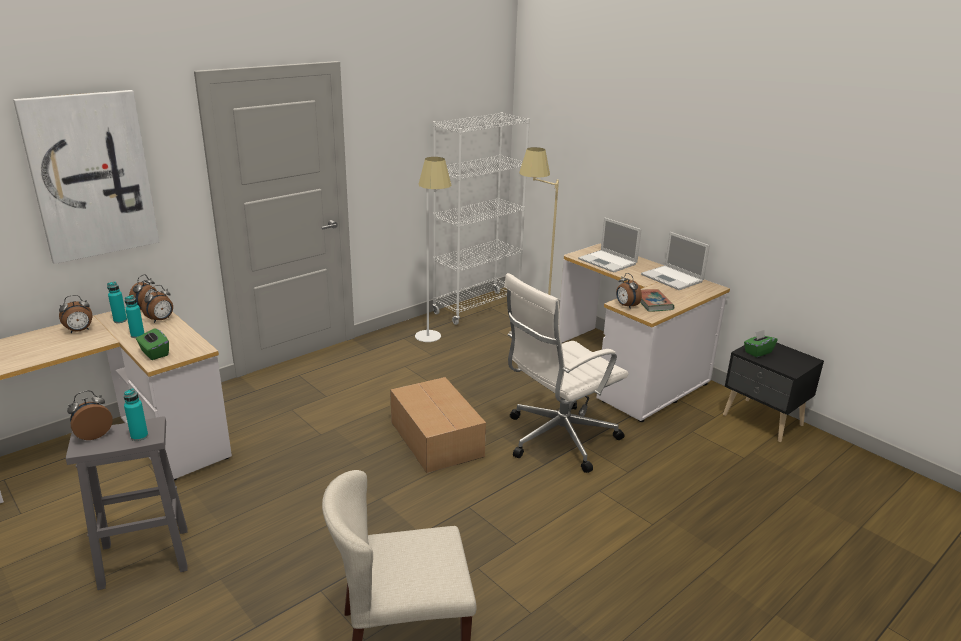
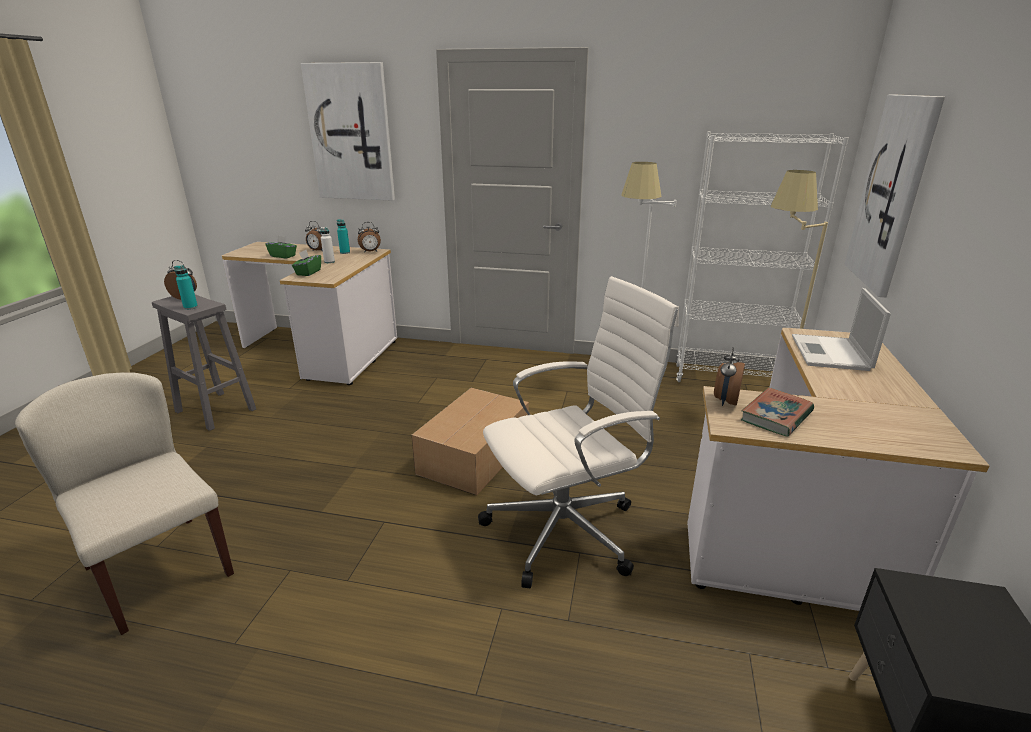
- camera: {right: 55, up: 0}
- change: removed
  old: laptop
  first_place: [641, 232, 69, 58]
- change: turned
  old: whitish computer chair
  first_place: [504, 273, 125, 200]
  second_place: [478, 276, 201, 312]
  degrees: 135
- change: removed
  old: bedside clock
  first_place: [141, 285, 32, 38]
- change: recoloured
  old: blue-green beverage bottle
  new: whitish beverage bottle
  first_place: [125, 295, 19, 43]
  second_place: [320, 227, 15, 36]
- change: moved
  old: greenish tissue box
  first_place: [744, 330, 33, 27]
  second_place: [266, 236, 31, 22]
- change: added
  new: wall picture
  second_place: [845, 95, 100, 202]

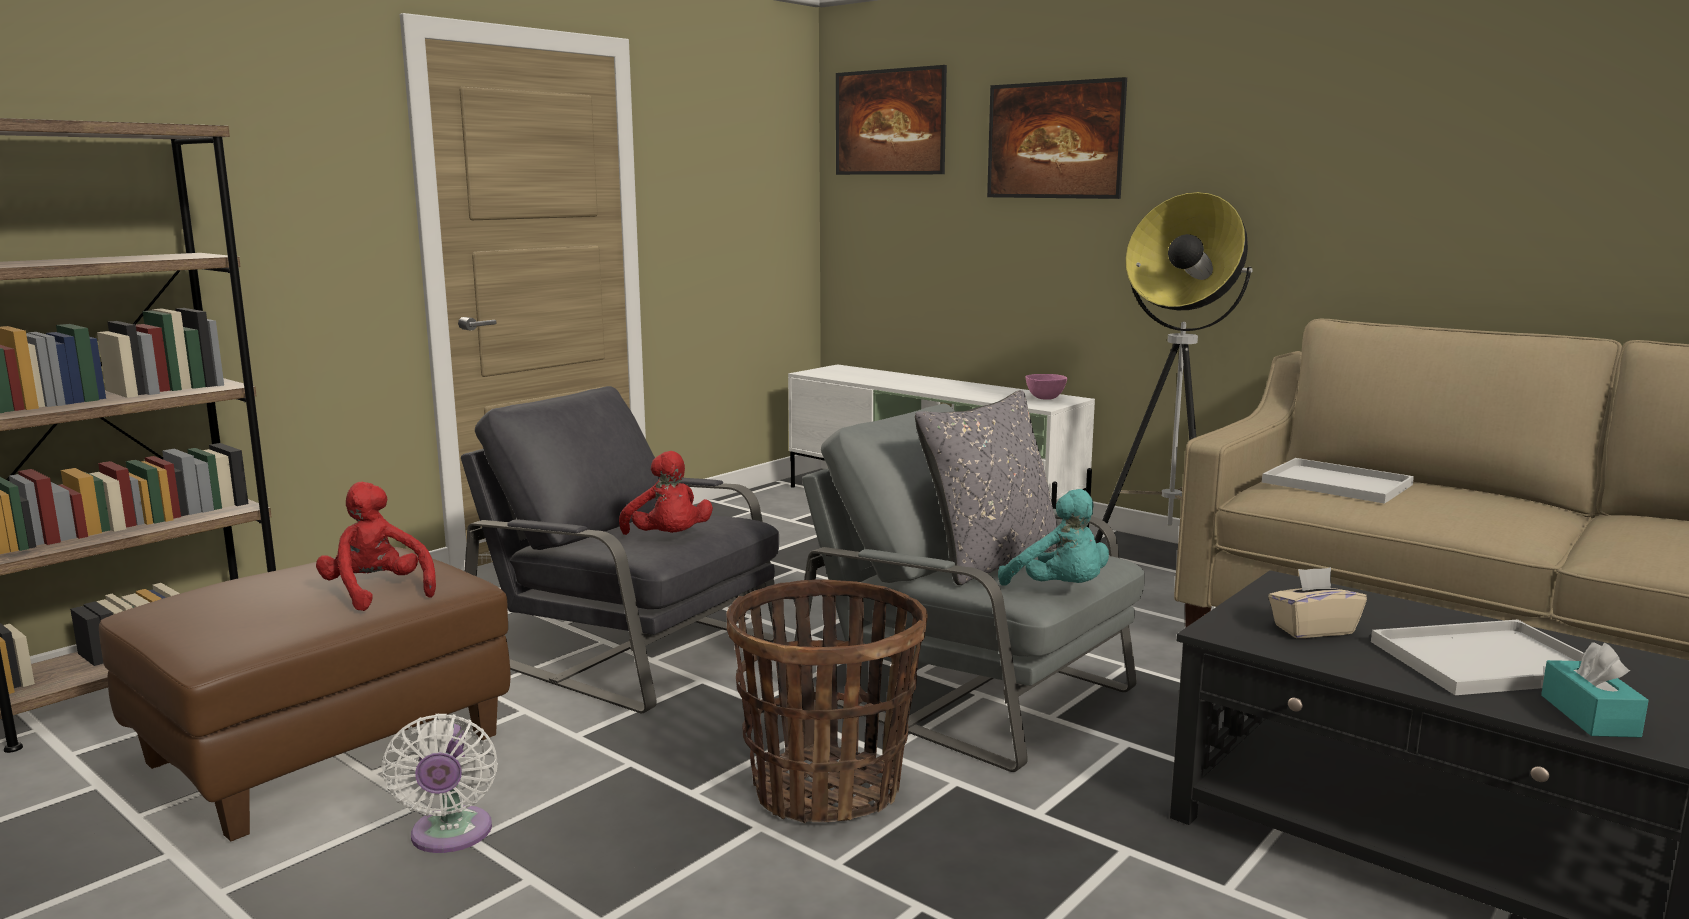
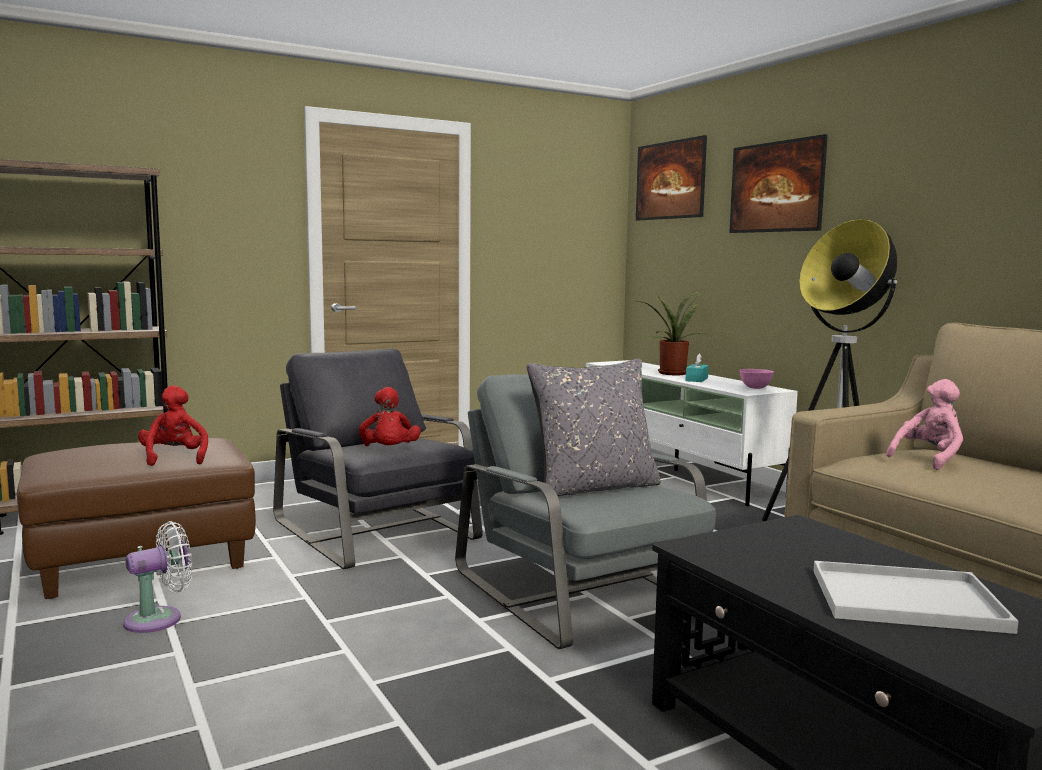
- camera: {right: 20, up: -5}
- change: replaced
  old: whitish serving tray
  new: pink-coloured plush toy
  first_place: [1262, 458, 152, 46]
  second_place: [886, 379, 77, 91]
- change: removed
  old: blue-green plush toy
  first_place: [998, 489, 111, 97]
- change: removed
  old: sand-coloured tissue box
  first_place: [1268, 567, 99, 71]
- change: removed
  old: household basket
  first_place: [726, 580, 202, 243]
- change: moved
  old: blue-green tissue box
  first_place: [1541, 642, 108, 95]
  second_place: [685, 353, 24, 29]
- change: turned
  old: whitish cooling fan
  first_place: [381, 714, 117, 139]
  second_place: [123, 521, 69, 112]
  degrees: -135
- change: added
  new: potted plant
  second_place: [637, 290, 71, 85]

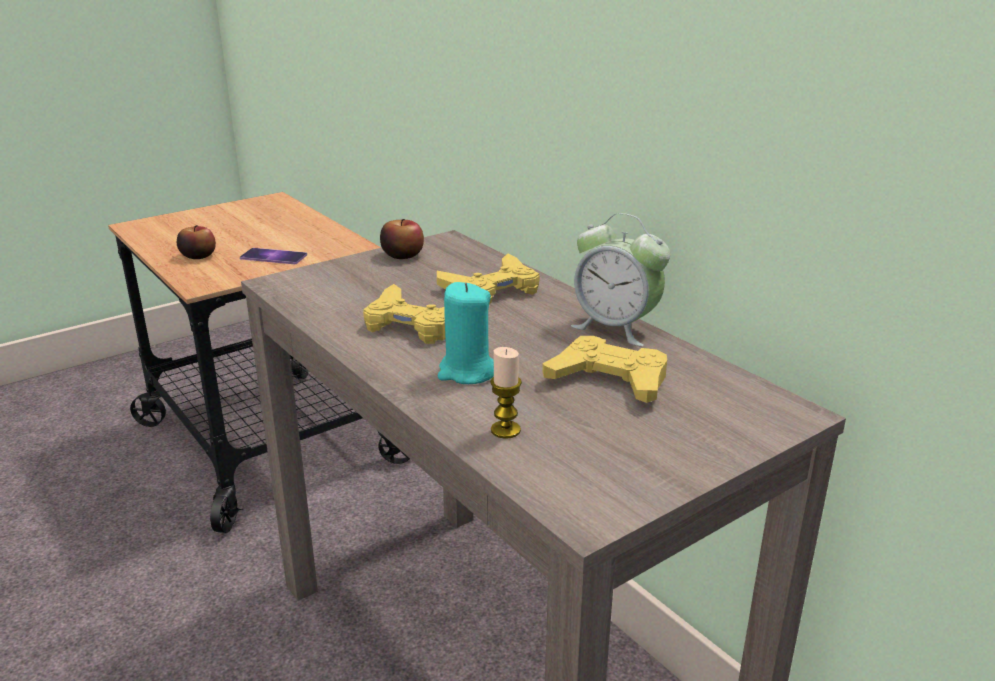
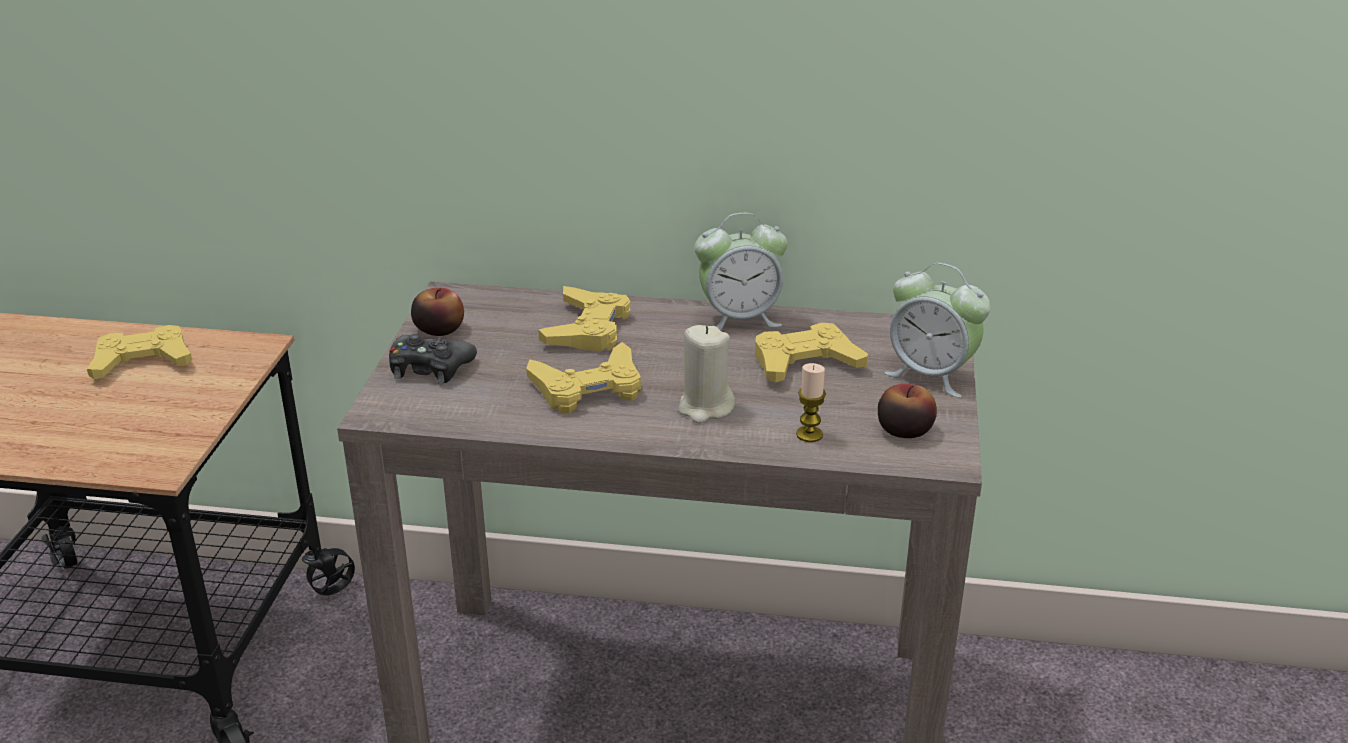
- camera: {right: -45, up: 5}
- change: moved
  old: apple fruit
  first_place: [177, 225, 39, 34]
  second_place: [878, 384, 59, 54]
- change: removed
  old: telephone
  first_place: [240, 248, 67, 16]
- change: recoloured
  old: blue-green wax light
  new: sand-coloured wax light
  first_place: [438, 282, 56, 102]
  second_place: [678, 325, 57, 98]
- change: added
  new: bedside clock
  second_place: [884, 263, 107, 135]
- change: added
  new: yellow-coloured game controller
  second_place: [87, 325, 105, 54]
- change: added
  new: black-coloured game controller
  second_place: [389, 334, 88, 50]

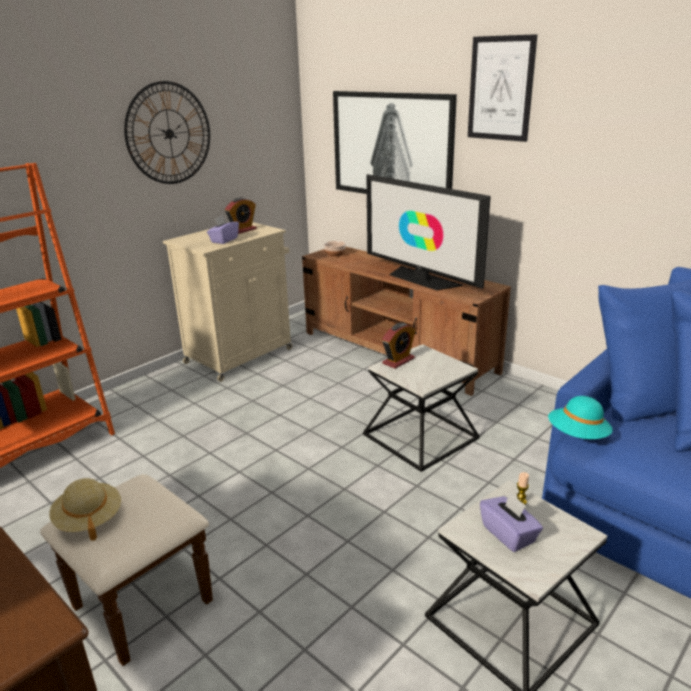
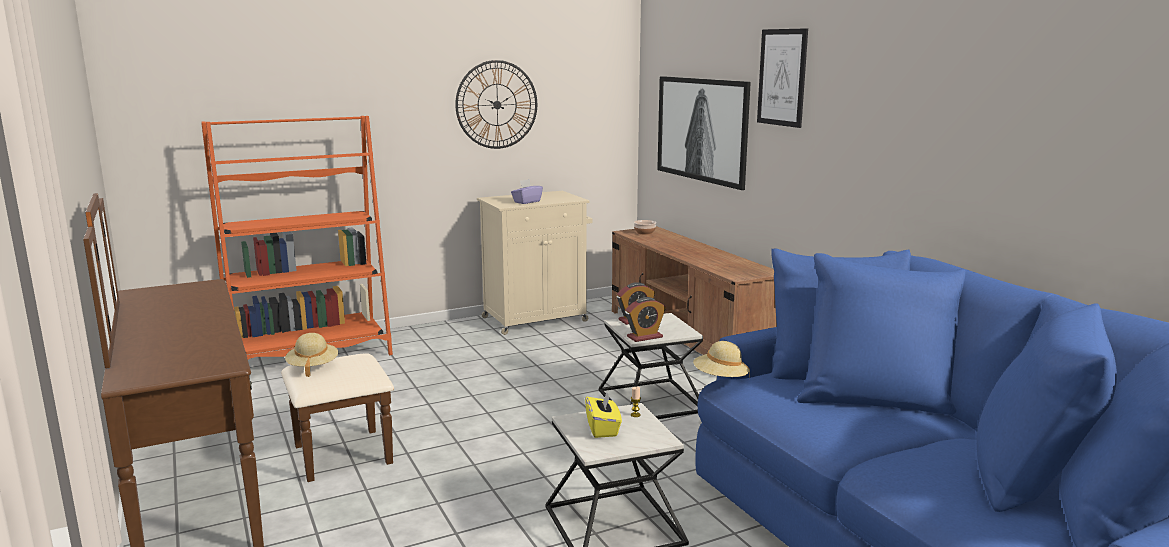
- camera: {right: 20, up: -10}
- change: removed
  old: TV set
  first_place: [367, 174, 124, 116]
- change: moved
  old: bedside clock
  first_place: [225, 197, 32, 37]
  second_place: [625, 297, 41, 45]
- change: recoloured
  old: blue-green hat
  new: sand-coloured hat
  first_place: [548, 396, 65, 43]
  second_place: [693, 341, 57, 36]
- change: recoloured
  old: purple-coloured tissue box
  new: yellow-coloured tissue box
  first_place: [480, 492, 63, 60]
  second_place: [585, 392, 37, 46]

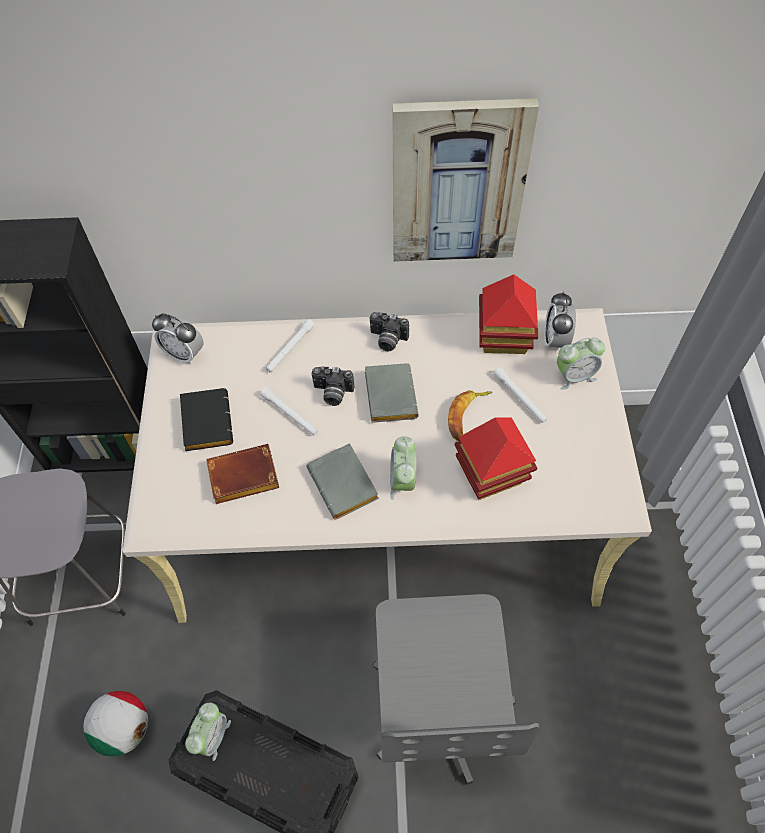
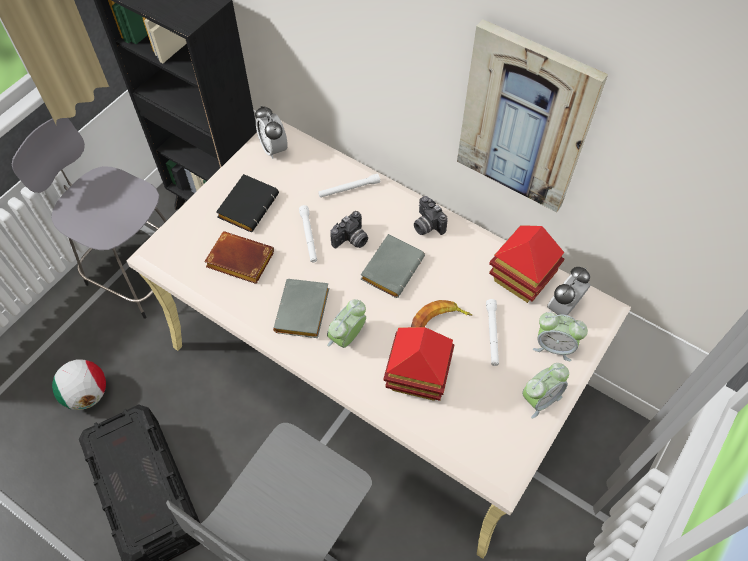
- camera: {right: 35, up: 0}
- change: turned
  old: photo camera
  first_place: [311, 366, 44, 40]
  second_place: [330, 211, 38, 37]
  degrees: -90
- change: moved
  old: bedside clock
  first_place: [185, 703, 46, 58]
  second_place: [522, 363, 47, 56]

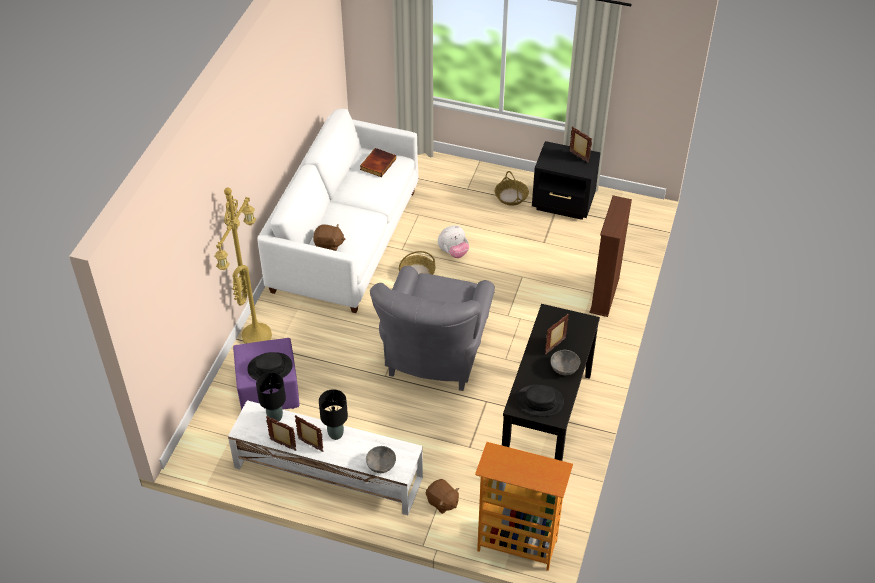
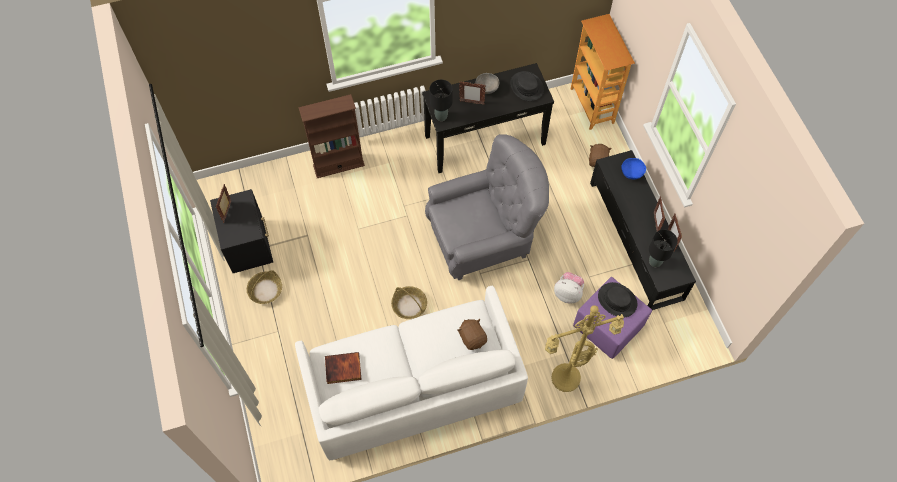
- camera: {right: -125, up: 15}
- change: moved
  old: plush toy
  first_place: [438, 225, 31, 33]
  second_place: [554, 272, 30, 31]
- change: moved
  old: black-coloured table lamp
  first_place: [319, 389, 29, 51]
  second_place: [430, 79, 23, 42]
- change: recoloured
  old: whitish media console
  new: black-coloured media console
  first_place: [228, 400, 195, 115]
  second_place: [590, 150, 106, 160]
- change: recoloured
  old: grey deep dish
  new: blue-coloured deep dish
  first_place: [366, 446, 30, 27]
  second_place: [621, 158, 25, 21]

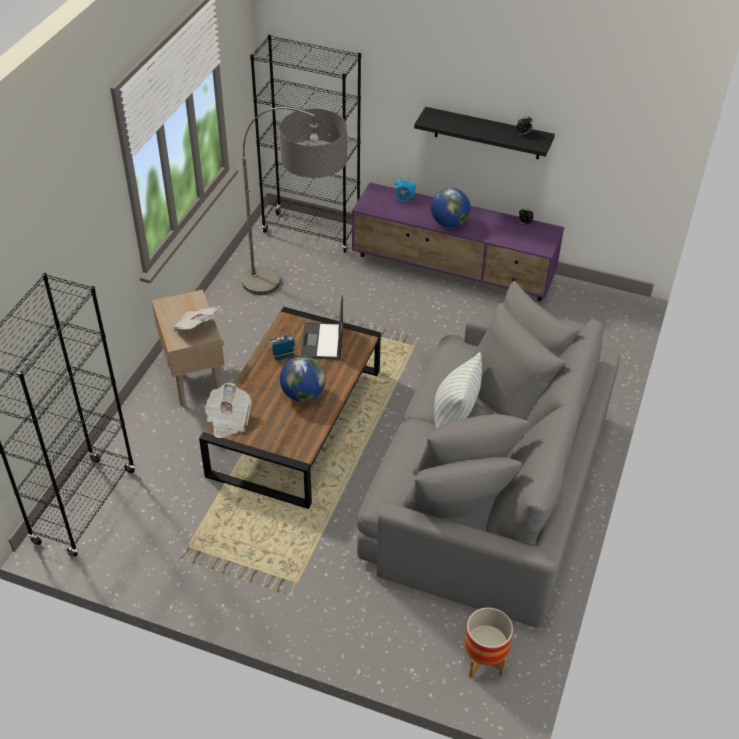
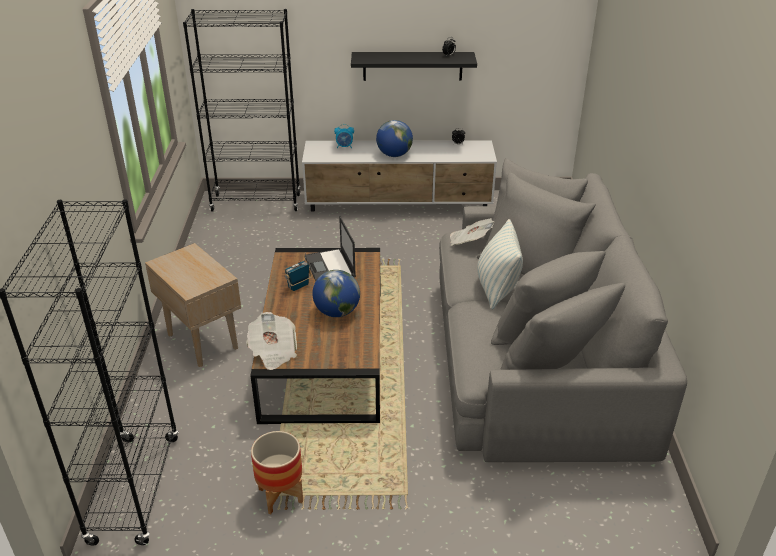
- camera: {right: -20, up: -10}
- change: removed
  old: floor lamp
  first_place: [242, 107, 105, 188]
- change: recoloured
  old: purple-coloured media console
  new: whitish media console
  first_place: [352, 182, 212, 119]
  second_place: [302, 140, 195, 72]
- change: moved
  old: daily paper
  first_place: [172, 307, 45, 23]
  second_place: [450, 218, 44, 28]
- change: moved
  old: flower pot
  first_place: [464, 607, 49, 71]
  second_place: [251, 431, 52, 83]

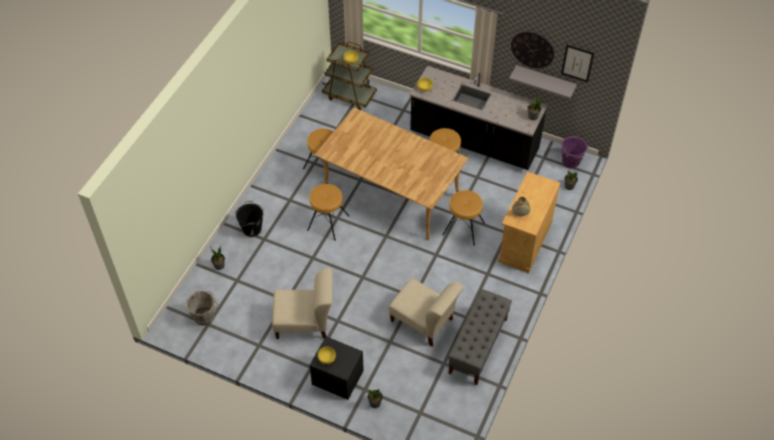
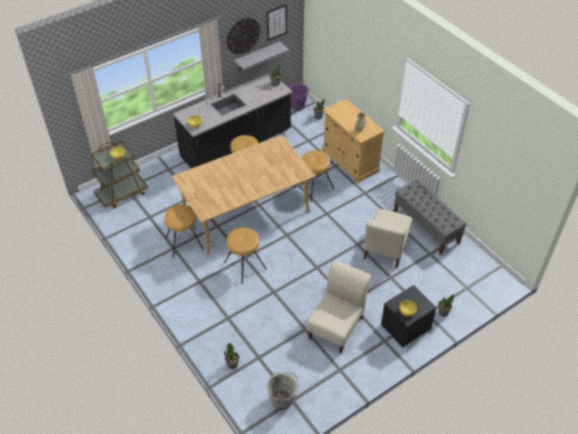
- camera: {right: -60, up: -5}
- change: removed
  old: black-coloured water bucket
  first_place: [235, 201, 28, 36]
- change: turned
  old: sand-coloured upright chair
  first_place: [389, 278, 74, 68]
  second_place: [364, 209, 48, 59]
  degrees: 135

